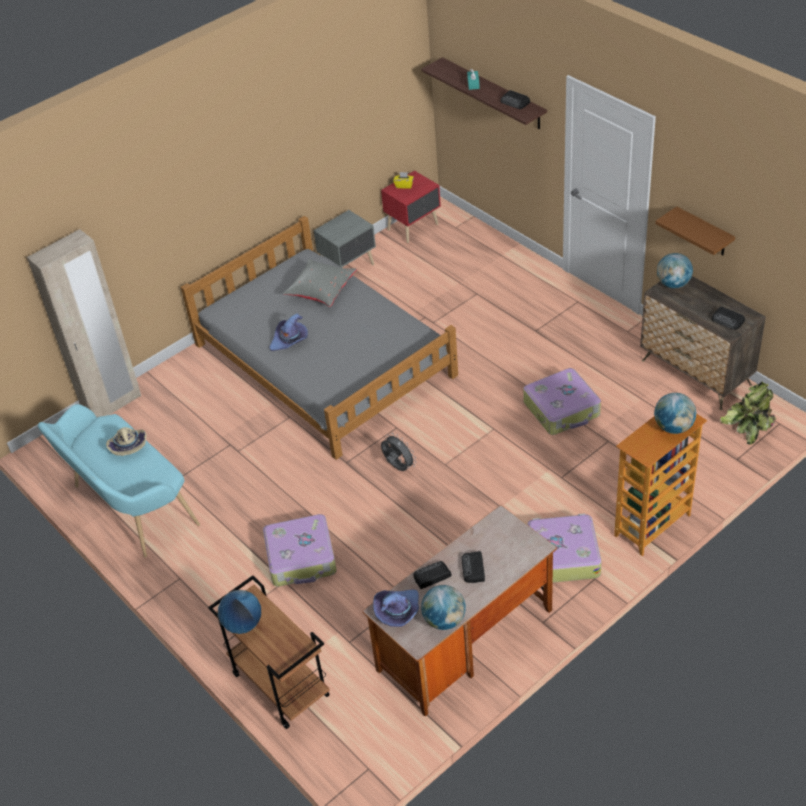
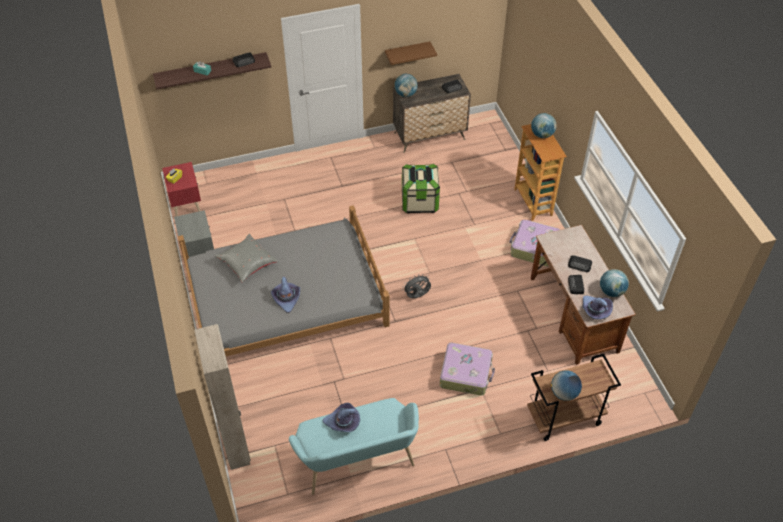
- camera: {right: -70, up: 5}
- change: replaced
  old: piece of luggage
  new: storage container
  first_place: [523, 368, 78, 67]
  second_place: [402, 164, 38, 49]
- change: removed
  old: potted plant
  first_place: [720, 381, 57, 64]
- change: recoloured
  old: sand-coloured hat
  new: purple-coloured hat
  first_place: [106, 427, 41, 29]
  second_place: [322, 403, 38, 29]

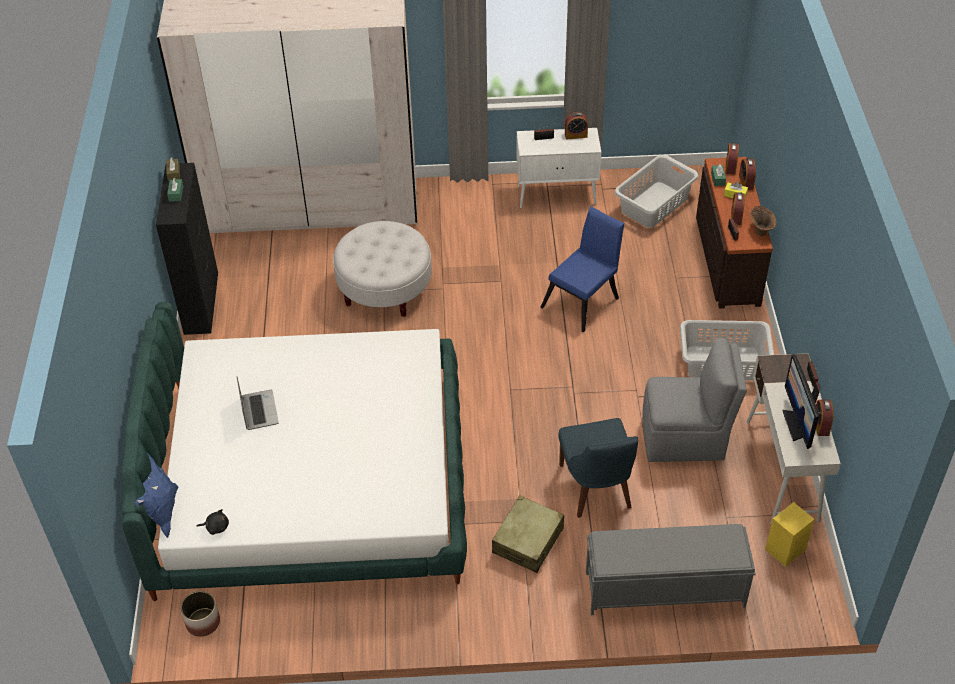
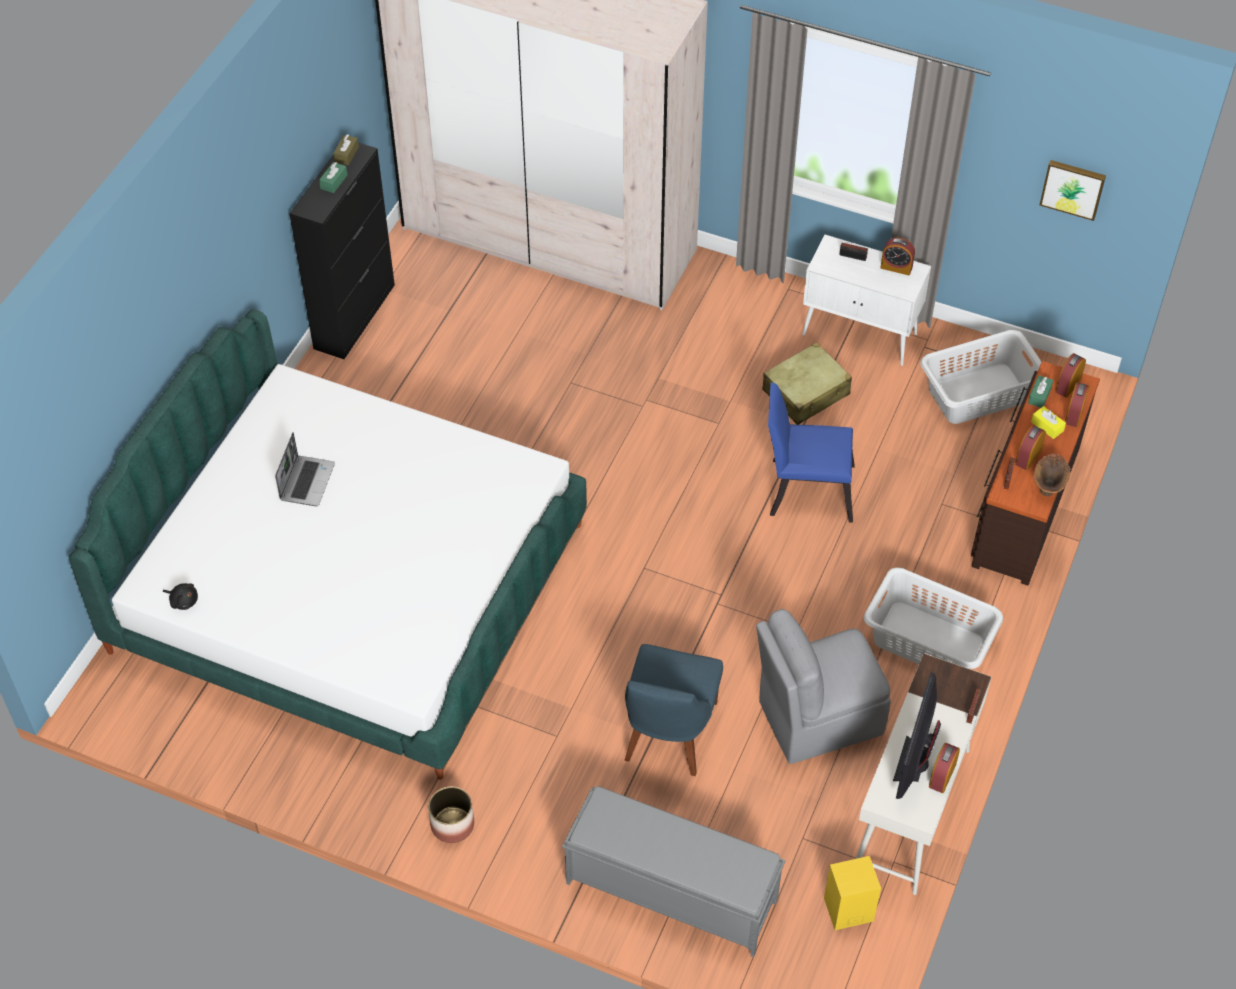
- camera: {right: 25, up: 5}
- change: turned
  old: blue-coloured upright chair
  first_place: [540, 206, 84, 126]
  second_place: [768, 383, 87, 140]
  degrees: -150
- change: removed
  old: whitish pouffe
  first_place: [333, 221, 99, 96]
- change: turned
  old: grey upright chair
  first_place: [642, 338, 105, 124]
  second_place: [756, 609, 135, 155]
  degrees: 135
- change: removed
  old: blue-coloured throw pillow
  first_place: [135, 453, 44, 85]
- change: moved
  old: sand-coloured piece of luggage
  first_place: [492, 495, 72, 78]
  second_place: [762, 342, 90, 83]
- change: moved
  old: flower pot
  first_place: [181, 591, 39, 46]
  second_place: [428, 786, 46, 57]
- change: added
  new: wall picture
  second_place: [1040, 160, 66, 61]

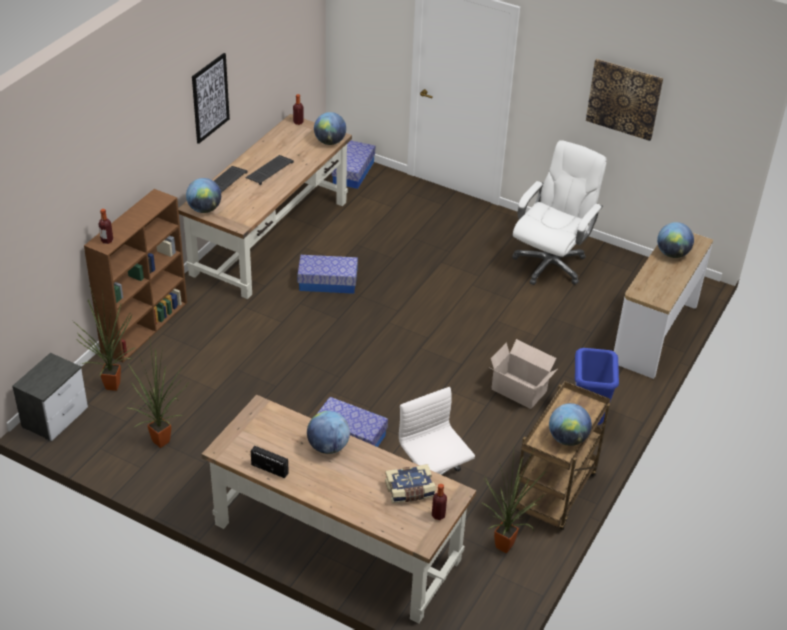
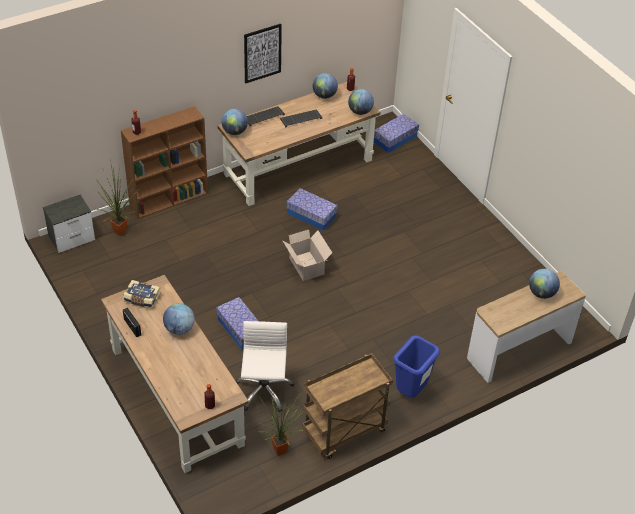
- camera: {right: 30, up: 5}
- change: removed
  old: wall picture
  first_place: [586, 59, 77, 82]
- change: removed
  old: whitish computer chair
  first_place: [512, 140, 95, 145]
- change: removed
  old: potted plant
  first_place: [126, 336, 64, 112]
- change: moved
  old: cardboard box
  first_place: [490, 339, 68, 70]
  second_place: [283, 230, 49, 51]
- change: moved
  old: desk globe
  first_place: [549, 403, 43, 43]
  second_place: [313, 73, 25, 26]
- change: moved
  old: volume
  first_place: [385, 464, 51, 40]
  second_place: [123, 280, 38, 29]

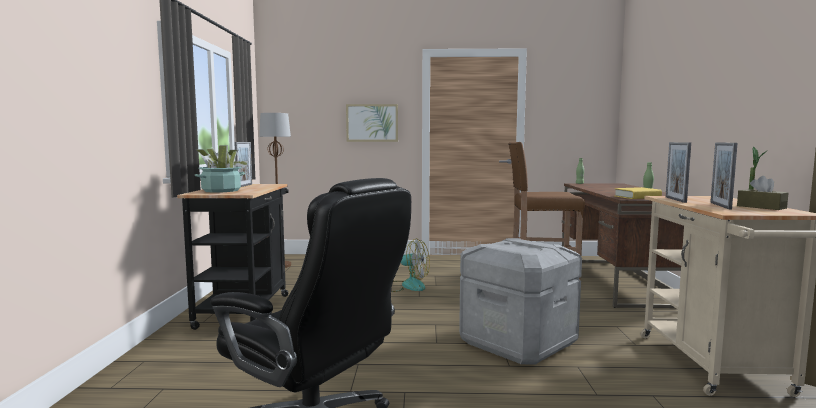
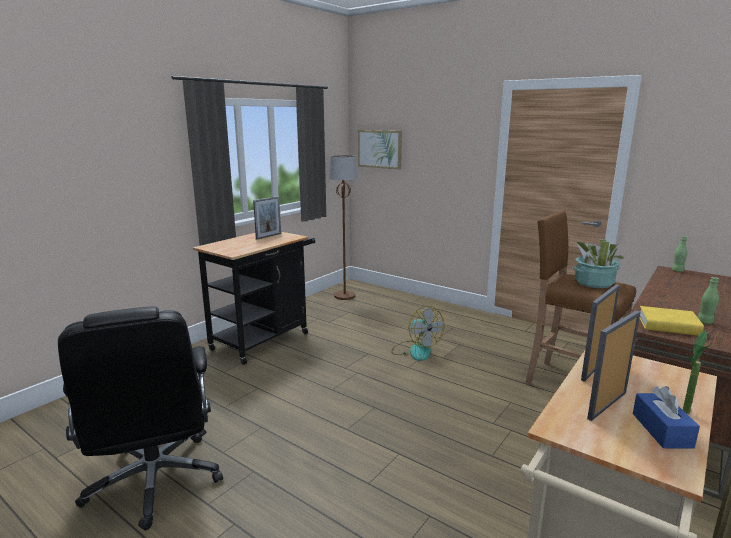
- camera: {right: 35, up: 10}
- change: moved
  old: wall picture
  first_place: [346, 104, 52, 38]
  second_place: [358, 130, 44, 40]
- change: moved
  old: potted plant
  first_place: [195, 145, 53, 48]
  second_place: [573, 239, 52, 49]
- change: recoloured
  old: brown-coloured tissue box
  new: blue-coloured tissue box
  first_place: [737, 176, 51, 34]
  second_place: [633, 386, 67, 63]
- change: removed
  old: grey storage container
  first_place: [459, 238, 123, 127]

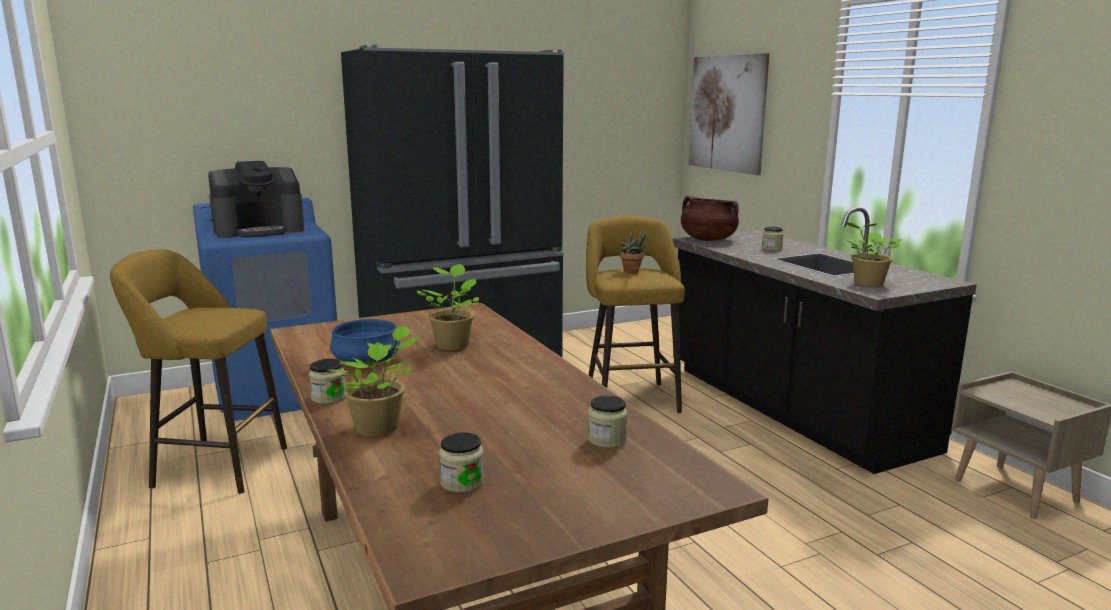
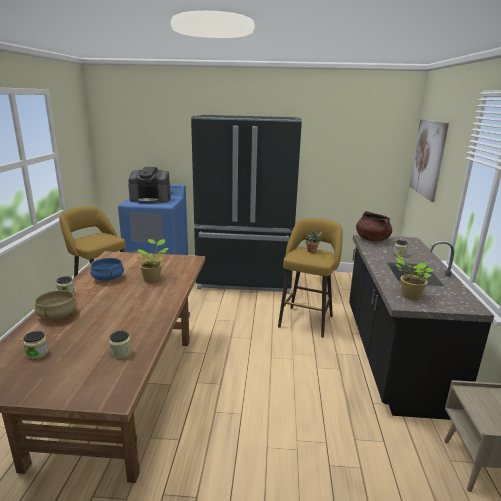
- camera: {right: 30, up: 5}
- change: replaced
  old: potted plant
  new: sand-coloured stockpot
  first_place: [329, 325, 91, 112]
  second_place: [35, 290, 42, 30]

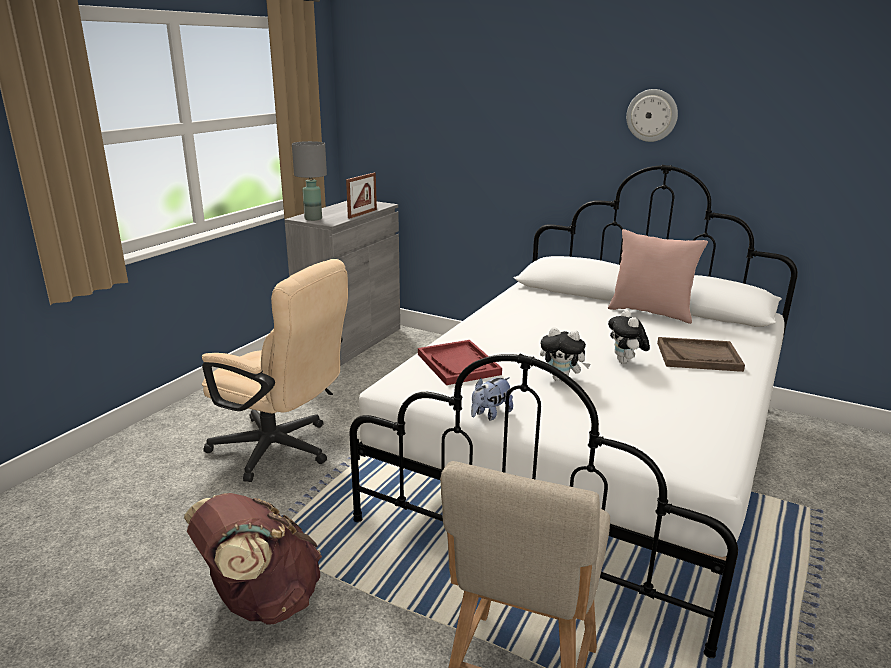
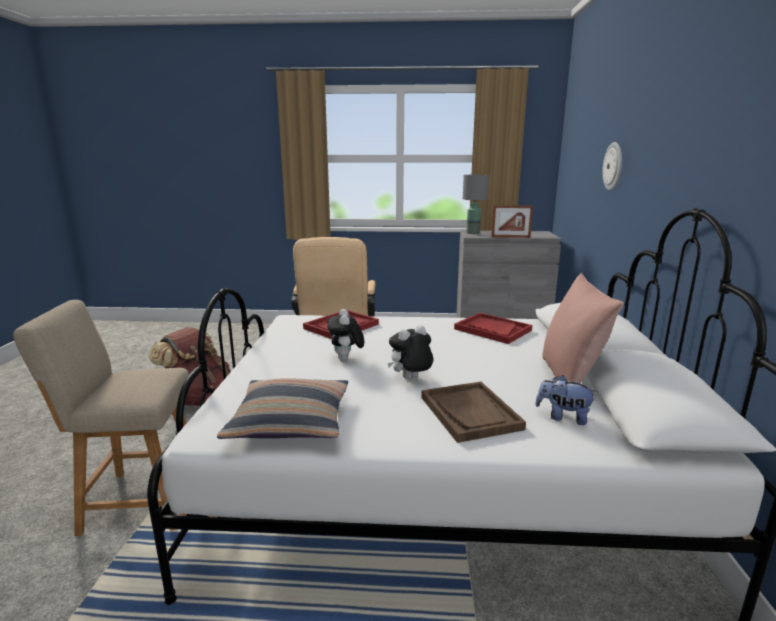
- camera: {right: 65, up: -5}
- change: moved
  old: hanging clock
  first_place: [626, 89, 52, 53]
  second_place: [603, 142, 19, 49]
- change: moved
  old: plush toy
  first_place: [471, 377, 42, 43]
  second_place: [535, 375, 63, 50]
- change: added
  new: red-coloured serving tray
  second_place: [454, 313, 78, 31]
- change: added
  new: throw pillow
  second_place: [217, 378, 131, 61]

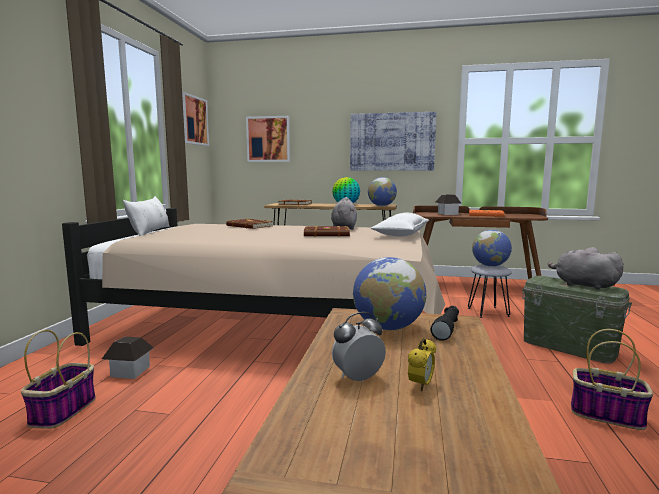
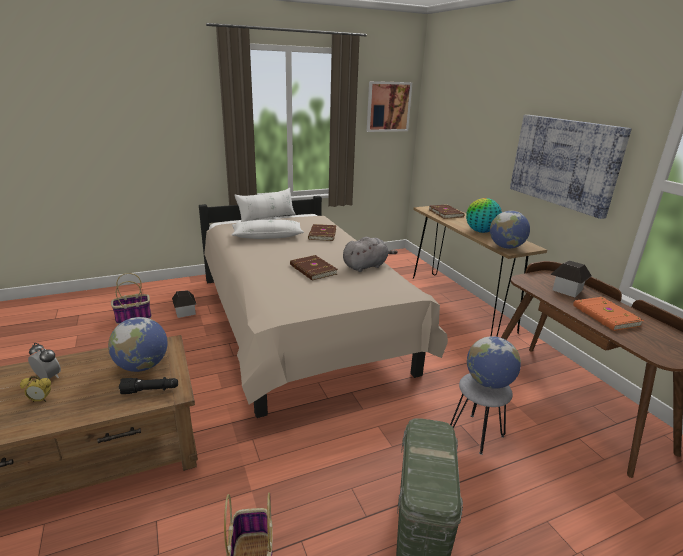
- camera: {right: 55, up: 15}
- change: removed
  old: wall picture
  first_place: [246, 116, 44, 46]
- change: moved
  old: whitish throw pillow
  first_place: [370, 213, 59, 24]
  second_place: [232, 220, 72, 19]
- change: removed
  old: grey plush toy
  first_place: [548, 247, 76, 43]

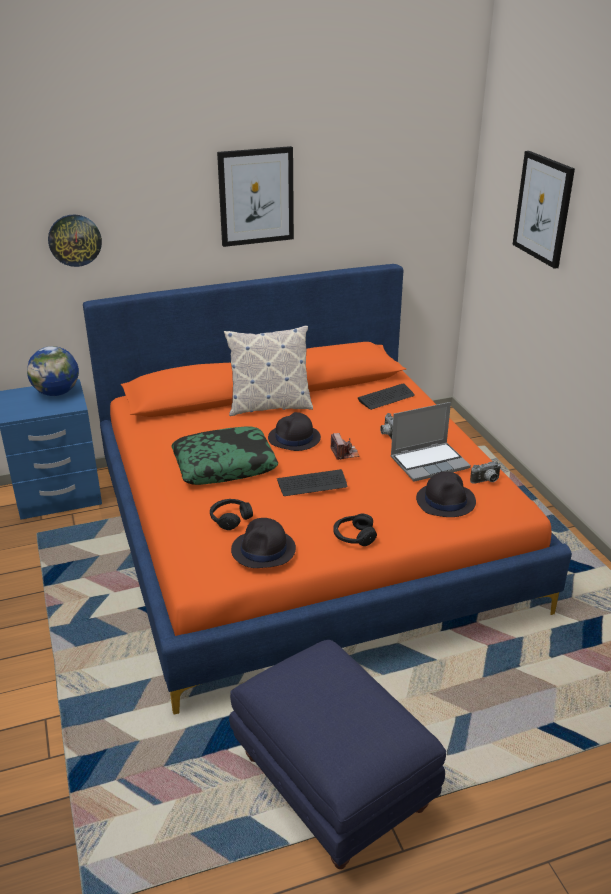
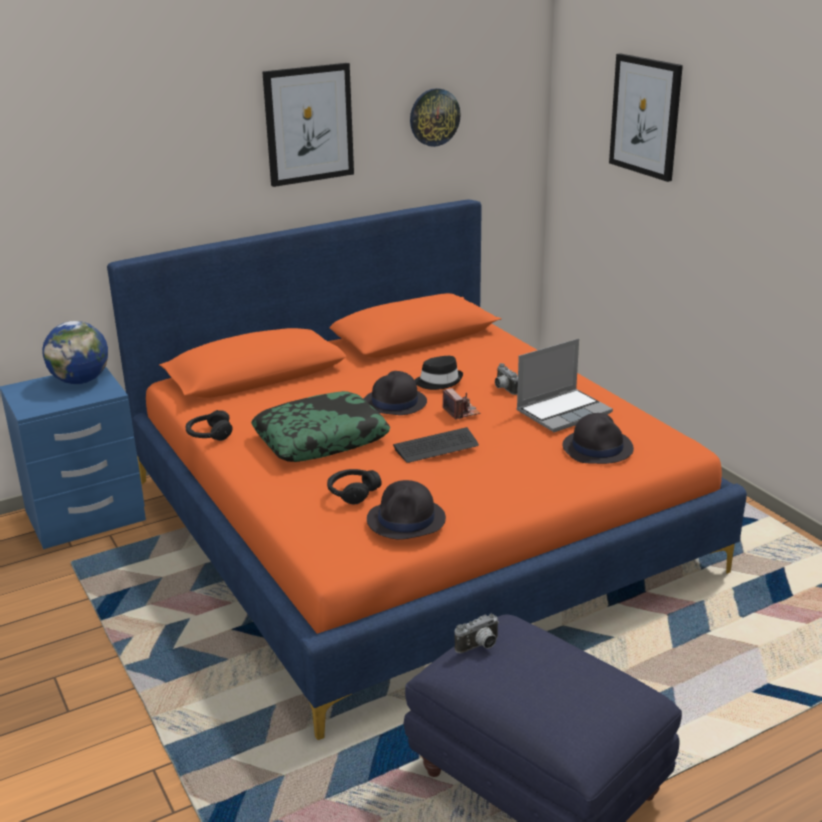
- camera: {right: -10, up: -5}
- change: moved
  old: hanging clock
  first_place: [48, 215, 54, 52]
  second_place: [410, 88, 51, 59]
- change: removed
  old: throw pillow
  first_place: [224, 326, 89, 90]
- change: removed
  old: computer keyboard
  first_place: [357, 383, 58, 27]
- change: moved
  old: photo camera
  first_place: [470, 461, 31, 23]
  second_place: [455, 613, 44, 40]
- change: moved
  old: black-coloured headset
  first_place: [333, 513, 44, 33]
  second_place: [186, 410, 47, 31]
- change: added
  new: black-coloured hat
  second_place: [415, 356, 48, 34]

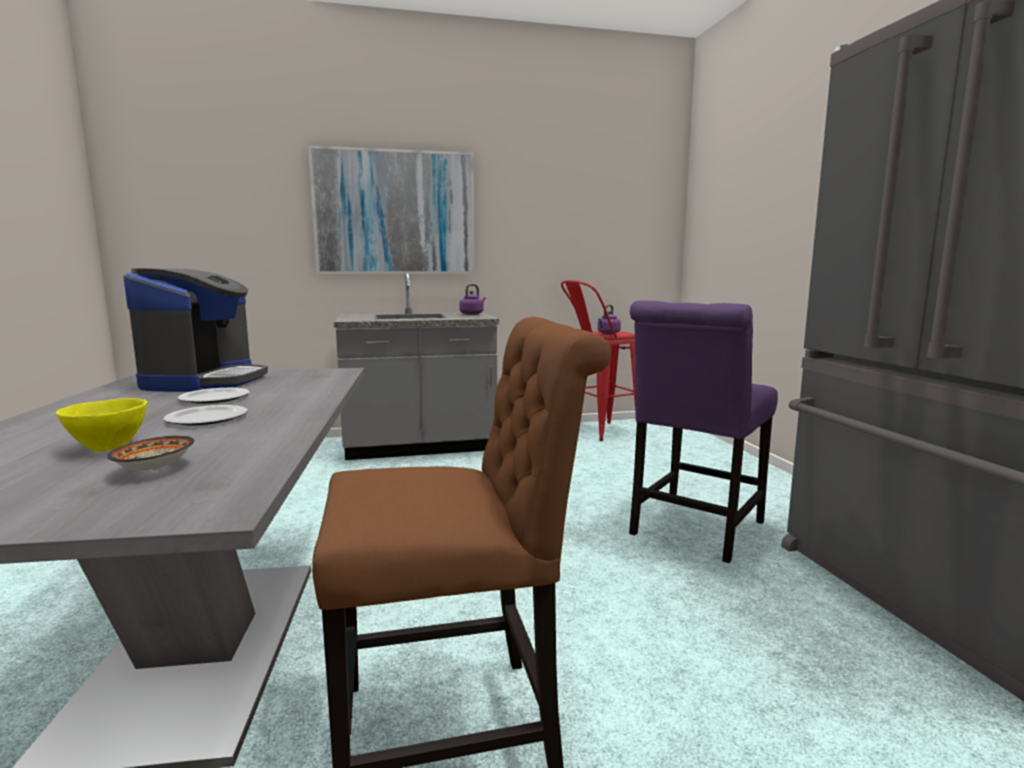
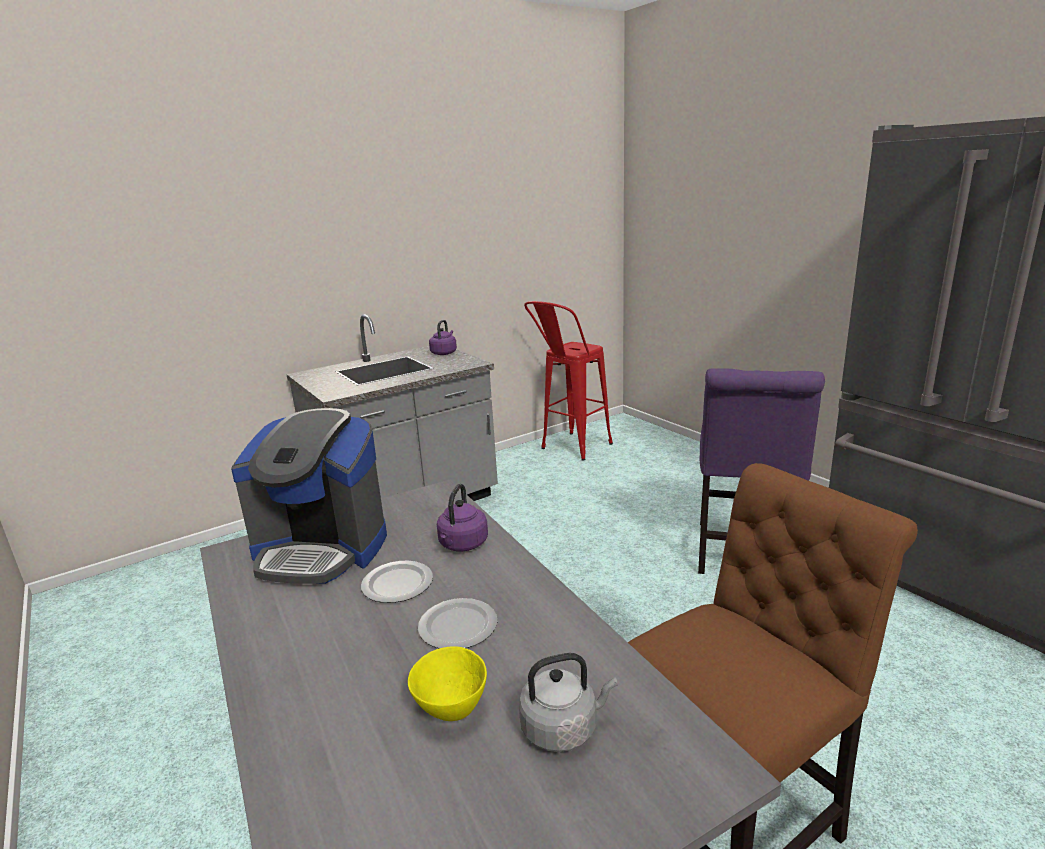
- camera: {right: -20, up: 10}
- change: removed
  old: wall picture
  first_place: [308, 145, 167, 129]
- change: turned
  old: coffee maker
  first_place: [123, 268, 145, 124]
  second_place: [231, 408, 156, 176]
  degrees: 120
- change: moved
  old: purple-coloured kettle
  first_place: [598, 305, 23, 29]
  second_place: [437, 483, 51, 68]
- change: replaced
  old: deep dish
  new: grey kettle
  first_place: [107, 436, 87, 35]
  second_place: [519, 653, 99, 99]

